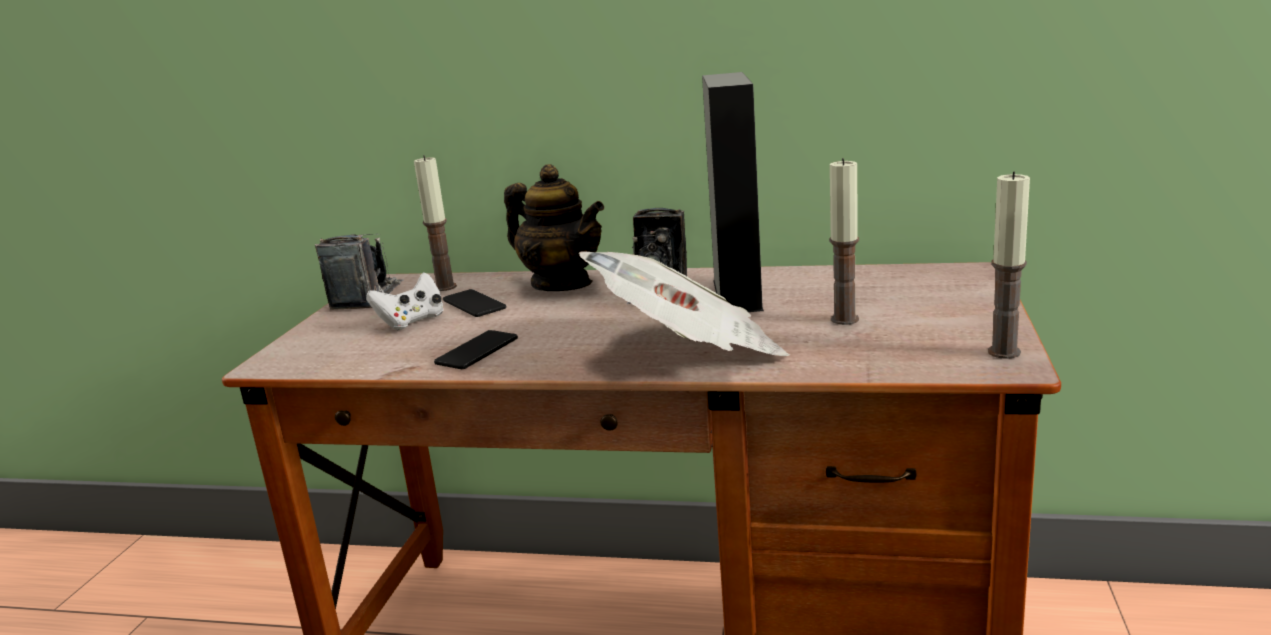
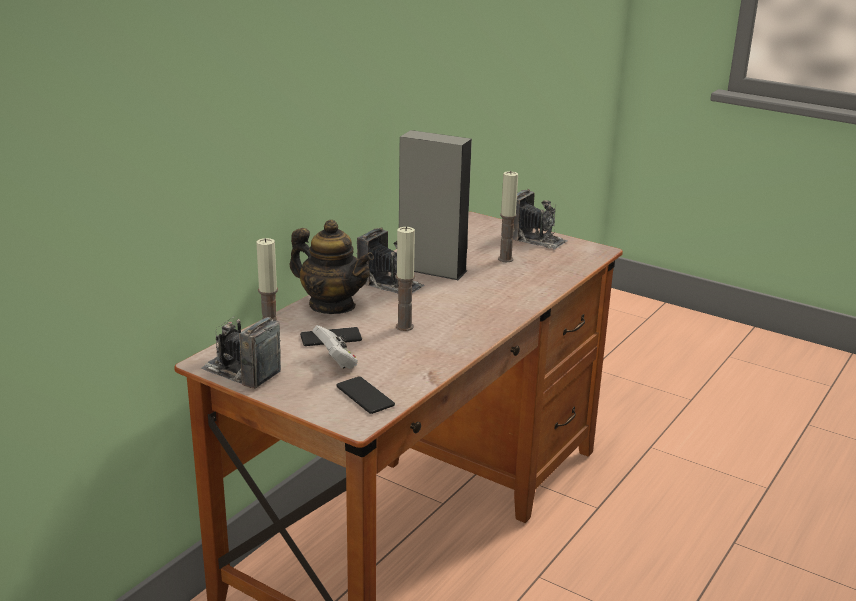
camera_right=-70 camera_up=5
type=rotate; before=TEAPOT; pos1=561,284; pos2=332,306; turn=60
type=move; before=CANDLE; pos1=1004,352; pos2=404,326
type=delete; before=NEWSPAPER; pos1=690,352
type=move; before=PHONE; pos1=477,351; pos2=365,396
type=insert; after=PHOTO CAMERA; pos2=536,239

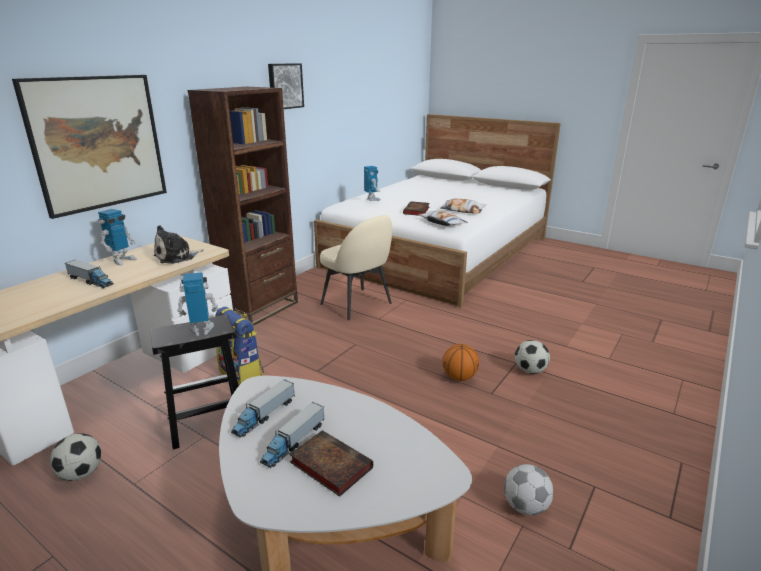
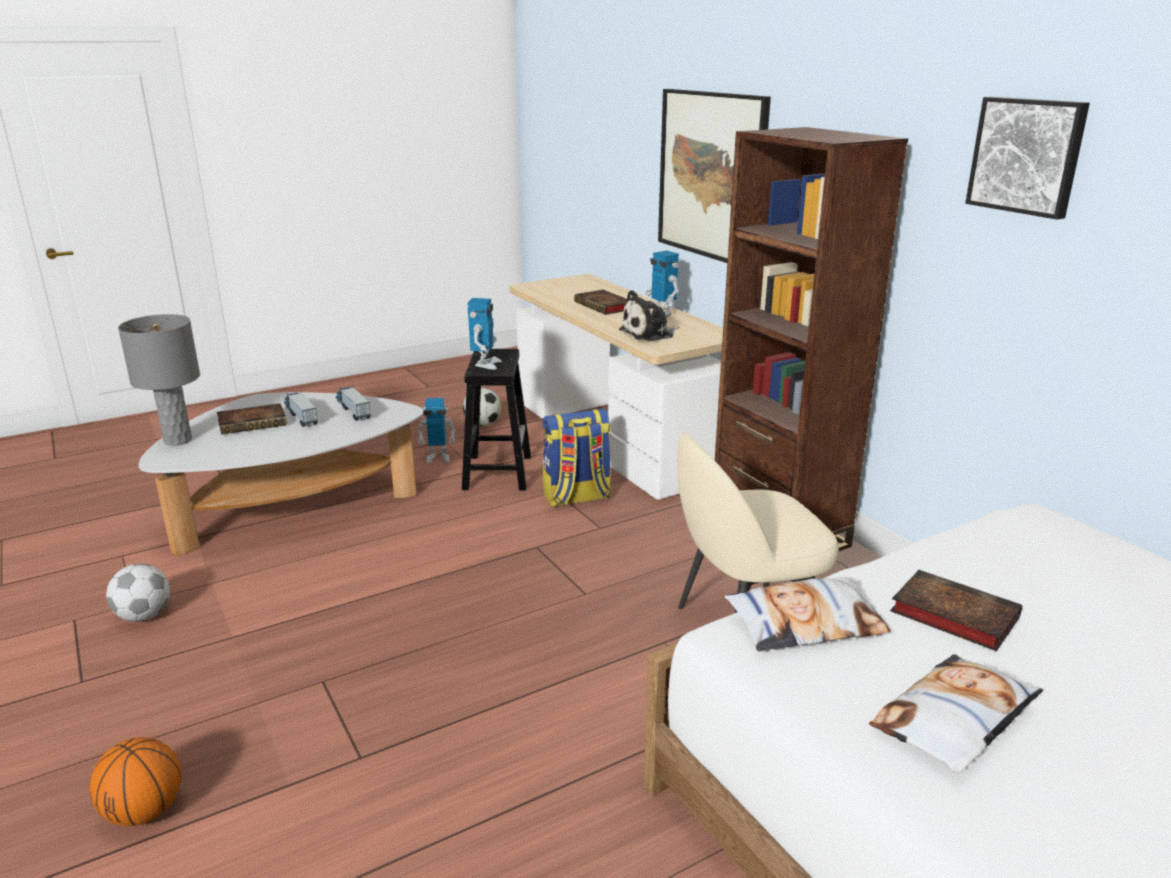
camera_right=115 camera_up=0
type=move; before=TOY ROBOT; pos1=372,199; pos2=438,457
type=rotate; before=PLUSH TOY; pos1=177,257; pos2=649,334; turn=-105
type=replace; before=TOY TRUCK; after=BOOK; pos1=91,281; pos2=605,306
type=delete; before=FOOTBALL; pos1=530,370
type=move; before=BASKETBALL; pos1=459,377; pos2=144,812
type=insert; after=GREY TABLE LAMP; pos2=178,440

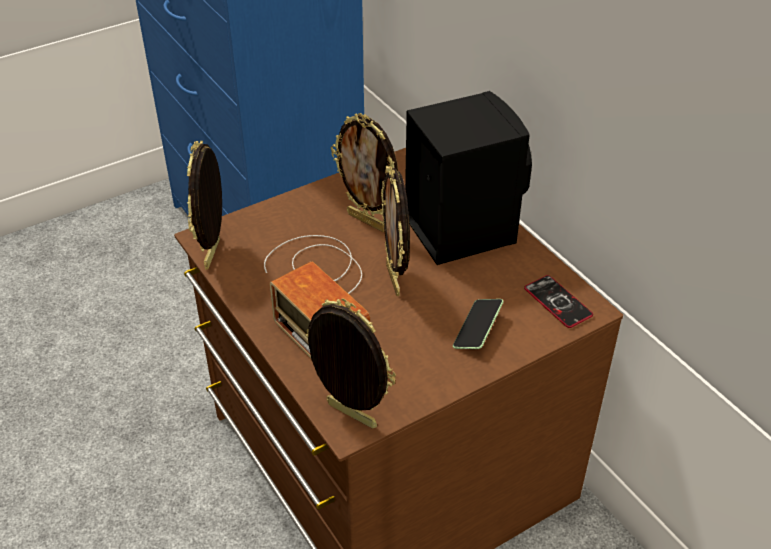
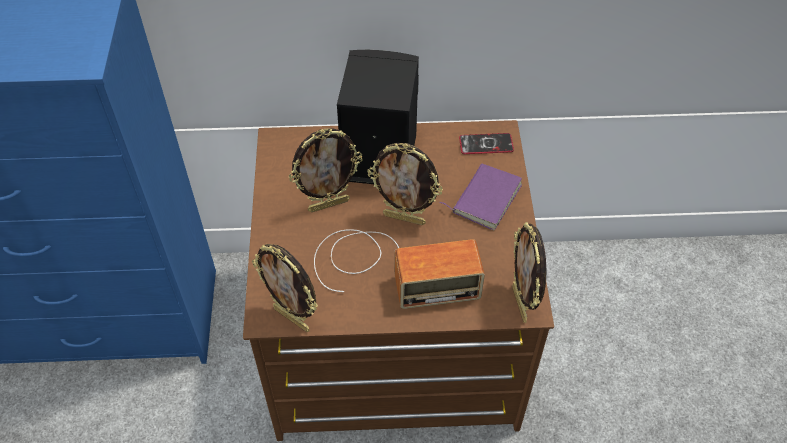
camera_right=-60 camera_up=10
type=rotate; before=PICTURE FRAME; pos1=349,416; pos2=521,304; turn=-75
type=replace; before=PHONE; after=PURPLE BOOK; pos1=477,330; pos2=485,198

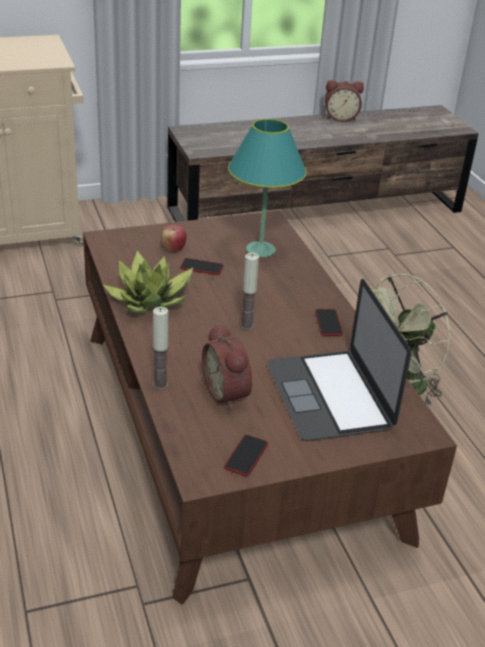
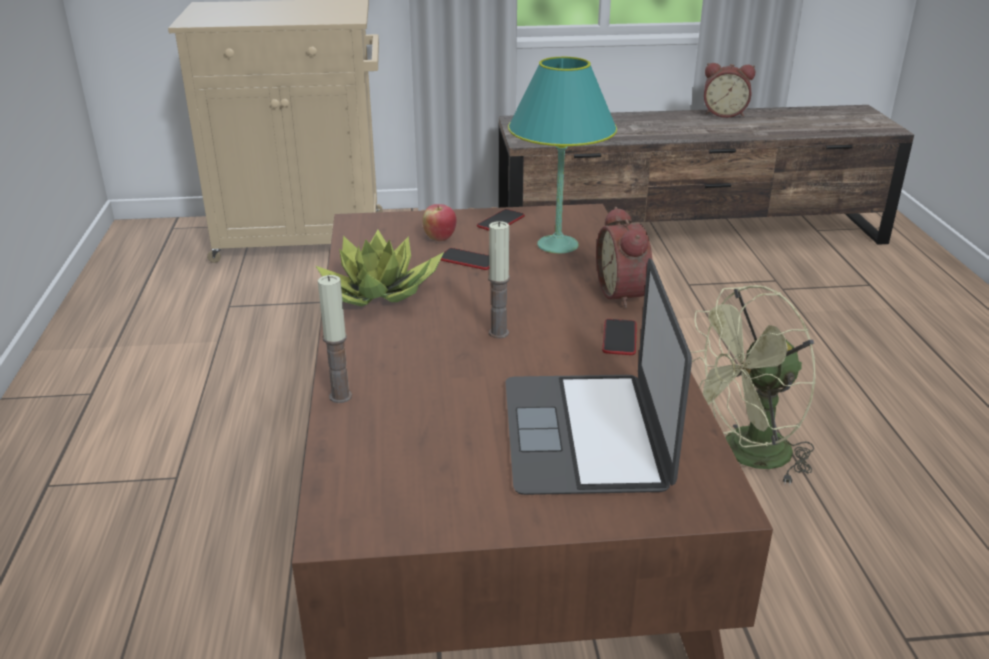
camera_right=15 camera_up=-5
type=move; before=ALARM CLOCK; pos1=229,392; pos2=625,293
type=move; before=PHONE; pos1=246,456; pos2=500,222

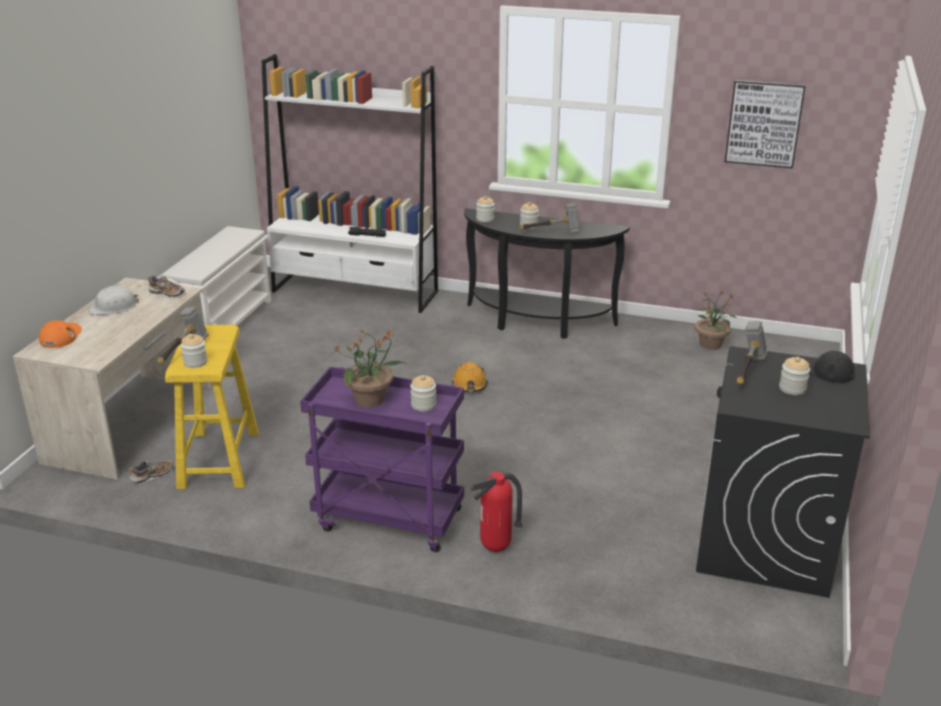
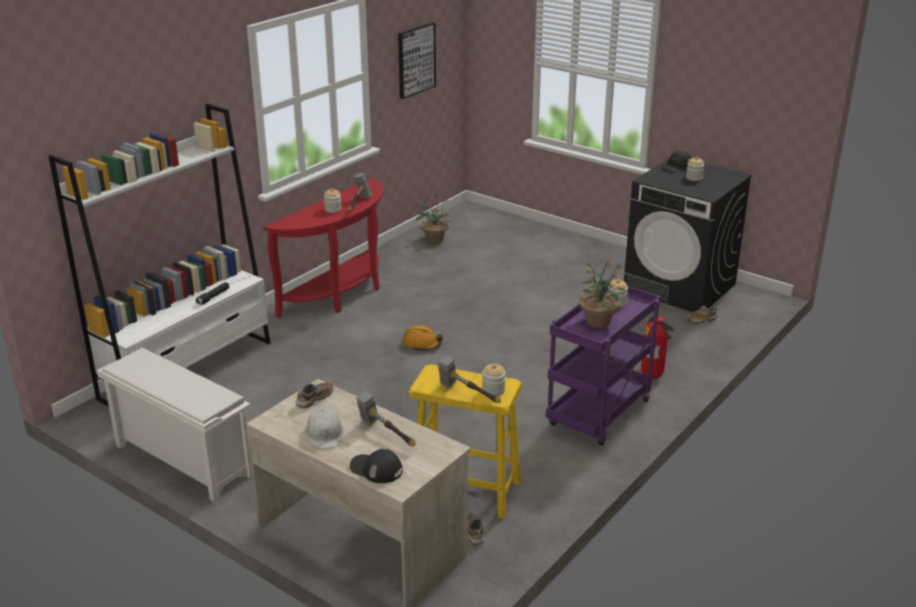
camera_right=-70 camera_up=0
type=delete; before=JAR; pos1=485,219
type=recolor; before=BLACK CONSOLE TABLE; after=RED CONSOLE TABLE; pos1=536,323; pos2=341,294
type=recolor; before=ORANGE CAP; after=BLACK CAP; pos1=61,336; pos2=376,469
type=move; before=HAMMER; pos1=748,371; pos2=386,435
type=insert; after=SHOE; pos2=701,320

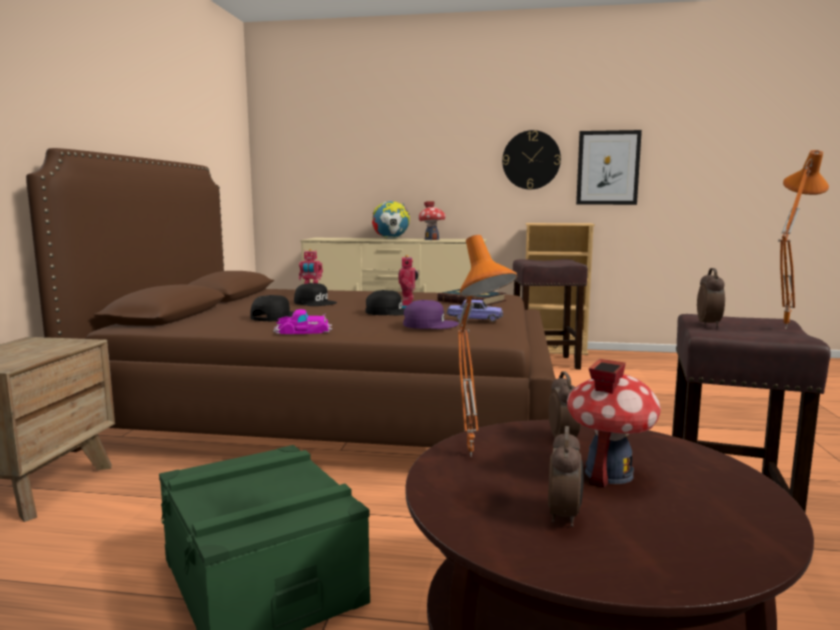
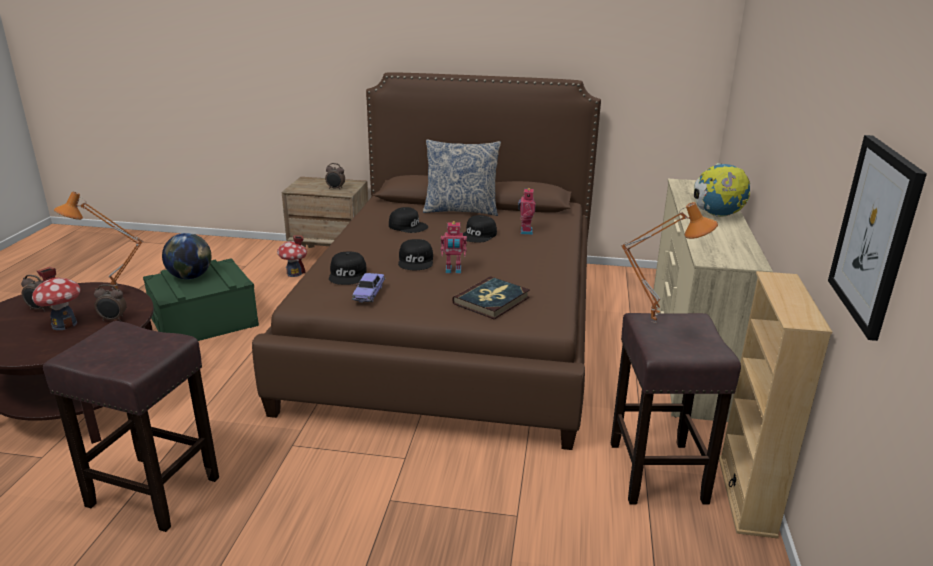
camera_right=90 camera_up=15
type=delete; before=WALL CLOCK; pos1=531,160
type=move; before=ORANGE TABLE LAMP; pos1=782,328; pos2=655,321
type=move; before=TOY HOUSE; pos1=432,239; pos2=294,273
type=move; before=ALARM CLOCK; pos1=709,324; pos2=335,189
type=recolor; before=PURPLE CAP; after=BLACK CAP; pos1=429,324; pos2=348,275
type=delete; before=TOY CAR; pos1=303,331
type=insert; after=PILLOW; pos2=461,210
type=insert; after=GLOBE; pos2=190,277

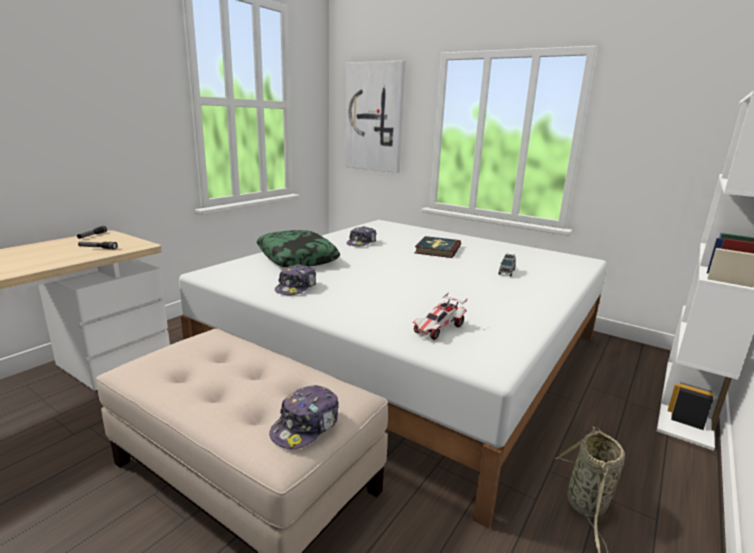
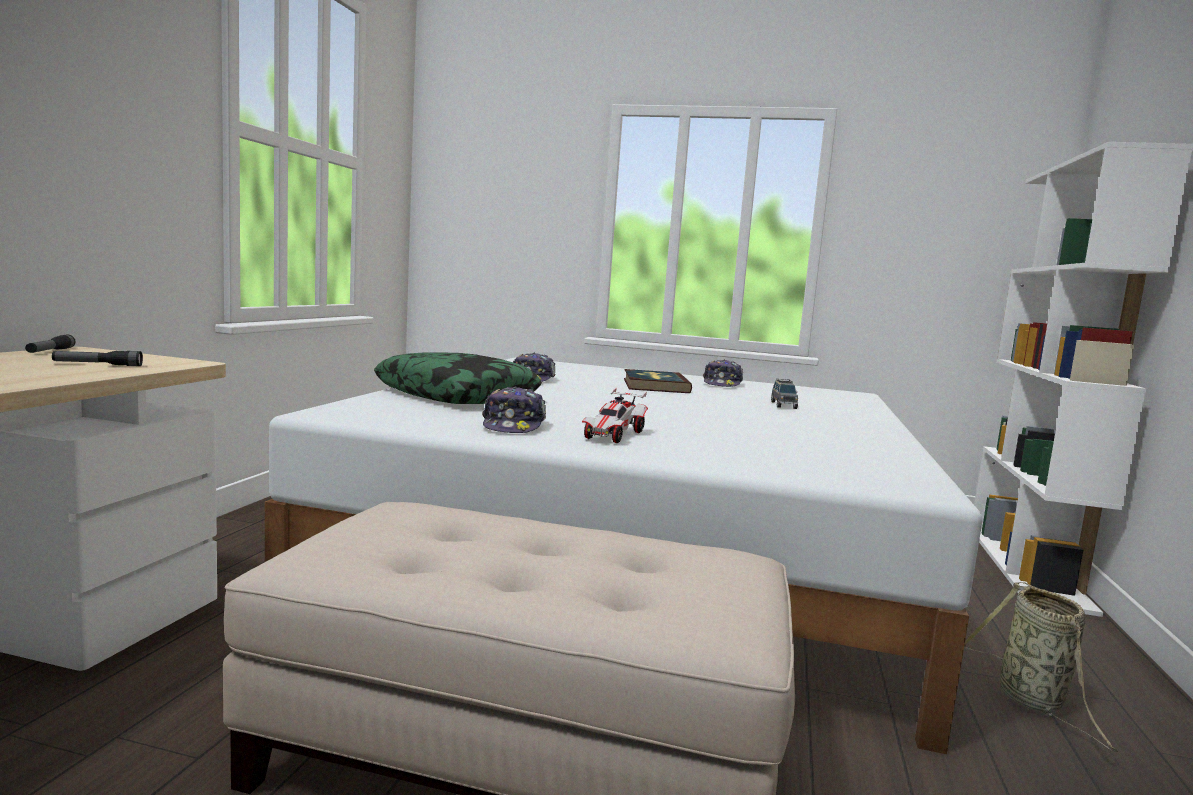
camera_right=-20 camera_up=-10
type=delete; before=PICTURE; pos1=374,117
type=move; before=TOY CAR; pos1=438,329; pos2=614,435
type=move; before=CAP; pos1=306,426; pos2=722,384

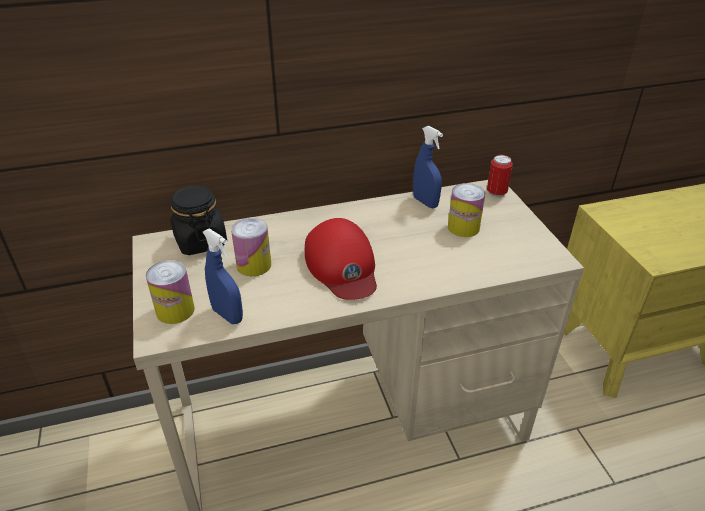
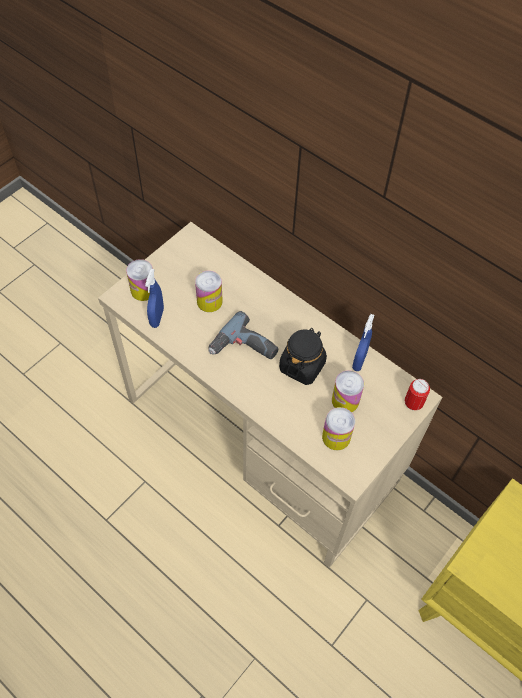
camera_right=55 camera_up=20
type=move; before=BLACK JAR; pos1=200,241; pos2=302,366
type=replace; before=RED CAP; after=POWER DRILL; pos1=342,266; pos2=244,349
type=insert; after=CAN; pos2=336,437

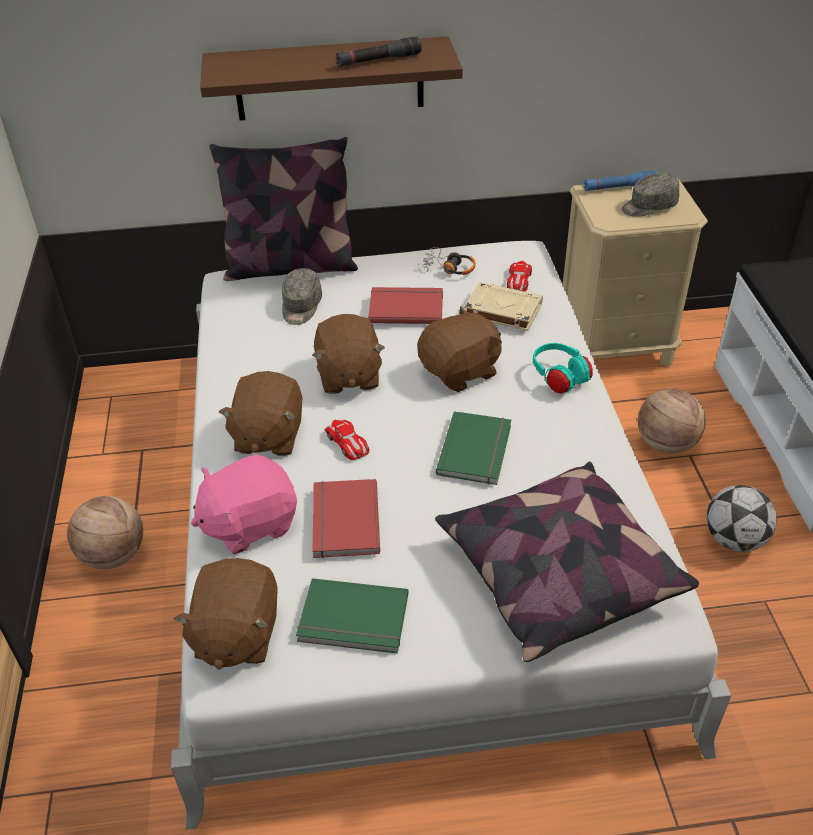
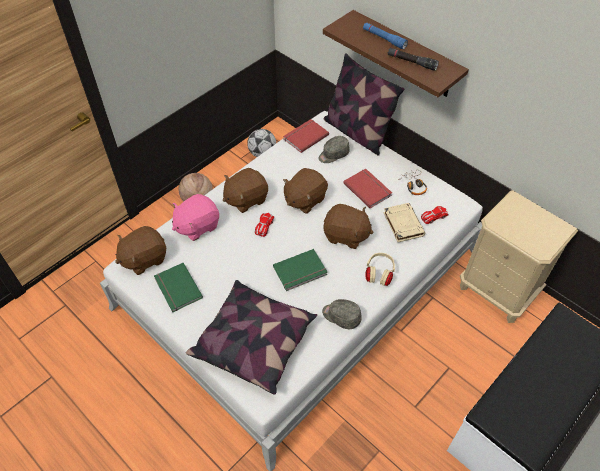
camera_right=50 camera_up=10
type=move; before=BLUE FLASHLIGHT; pos1=619,188; pos2=384,39
type=move; before=GREY CAP; pos1=648,206; pos2=341,316
type=recolor; before=TURQUOISE HEADPHONES; after=BEIGE HEADPHONES; pos1=559,379; pos2=379,274
type=delete; before=BASKETBALL; pos1=665,444
type=rotate; before=PINK PLUSH TOY; pos1=249,523; pos2=197,226; turn=-60
type=move; before=RED BOOK; pos1=342,521; pos2=305,136
type=move; before=FOOTBALL; pos1=734,539; pos2=262,153

